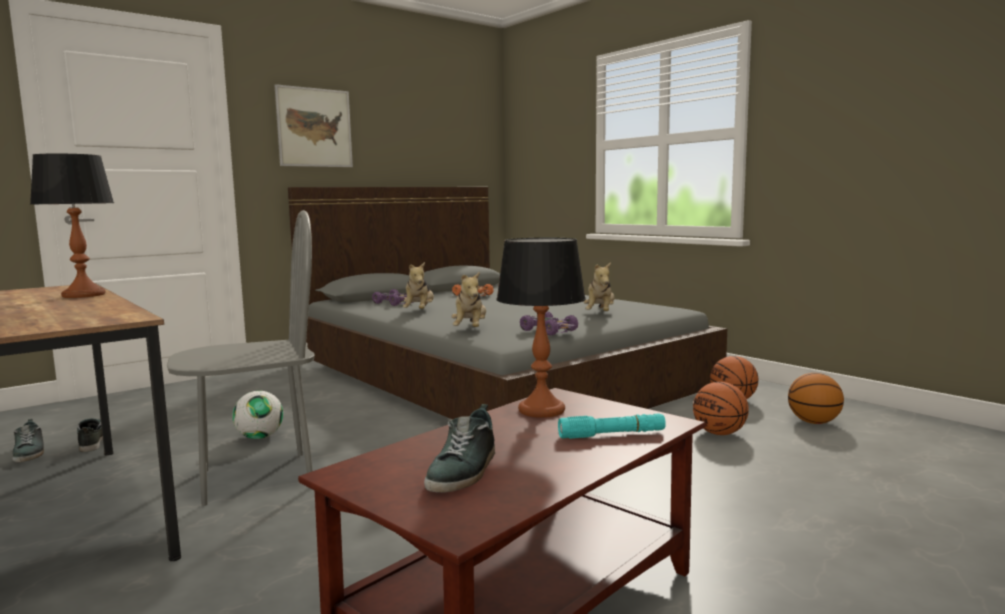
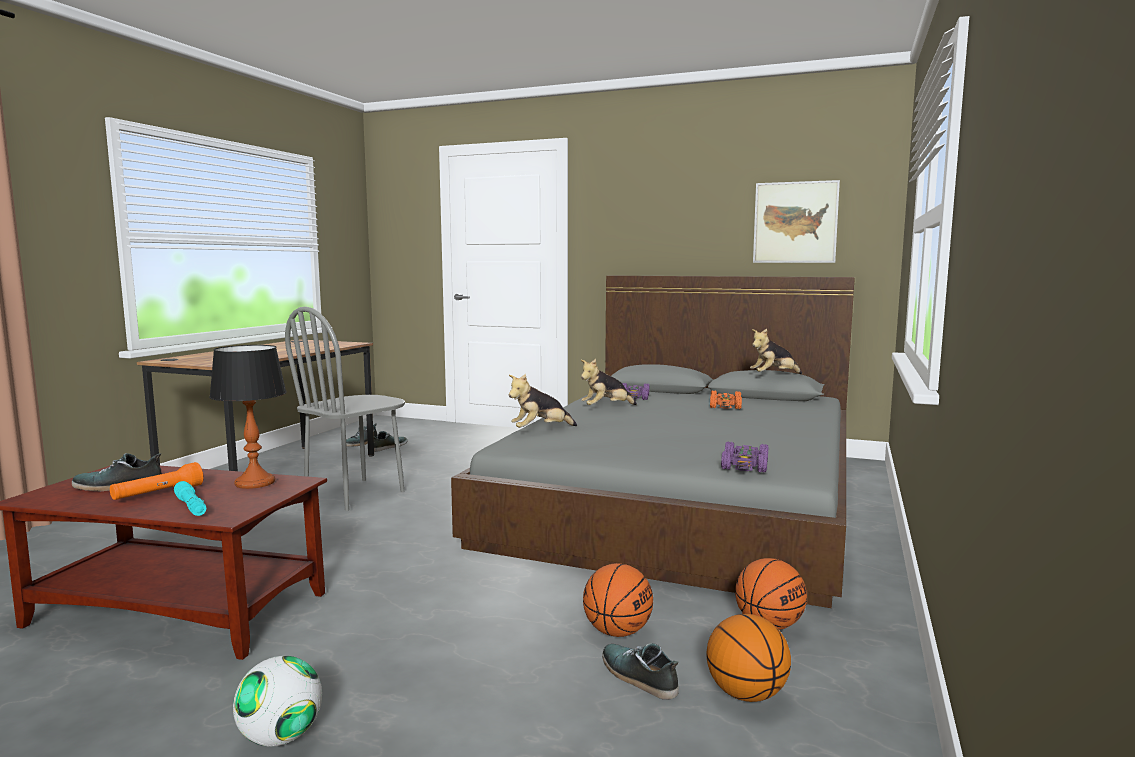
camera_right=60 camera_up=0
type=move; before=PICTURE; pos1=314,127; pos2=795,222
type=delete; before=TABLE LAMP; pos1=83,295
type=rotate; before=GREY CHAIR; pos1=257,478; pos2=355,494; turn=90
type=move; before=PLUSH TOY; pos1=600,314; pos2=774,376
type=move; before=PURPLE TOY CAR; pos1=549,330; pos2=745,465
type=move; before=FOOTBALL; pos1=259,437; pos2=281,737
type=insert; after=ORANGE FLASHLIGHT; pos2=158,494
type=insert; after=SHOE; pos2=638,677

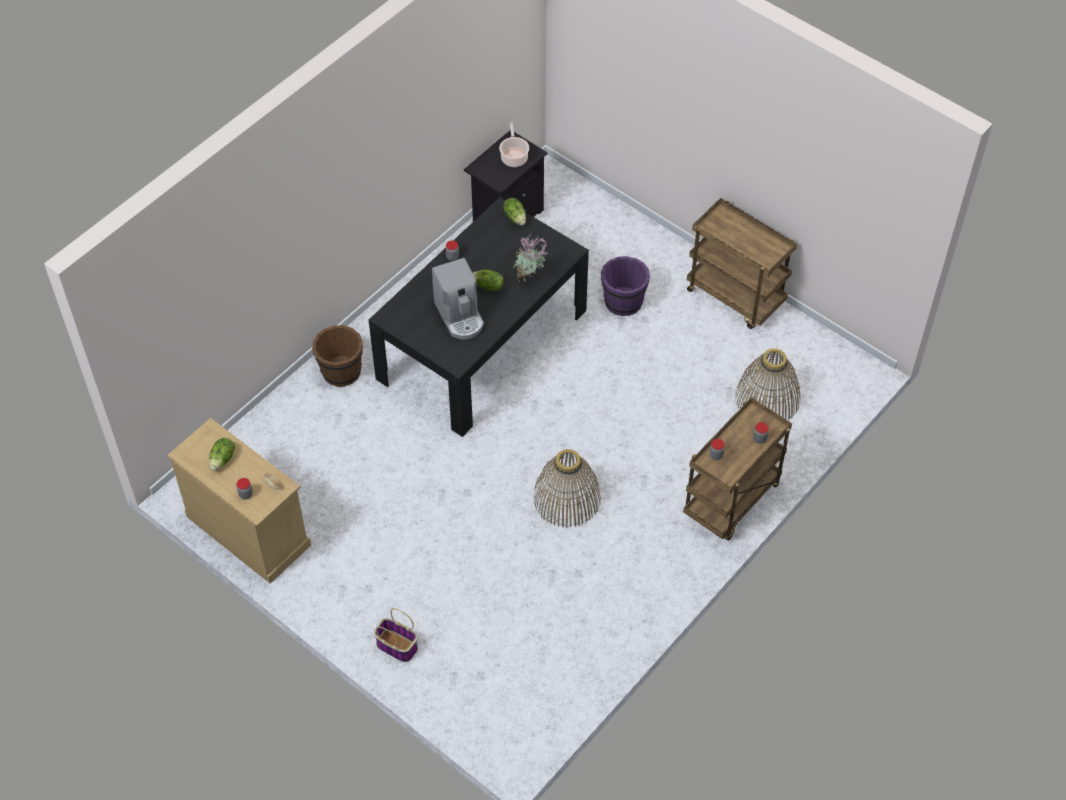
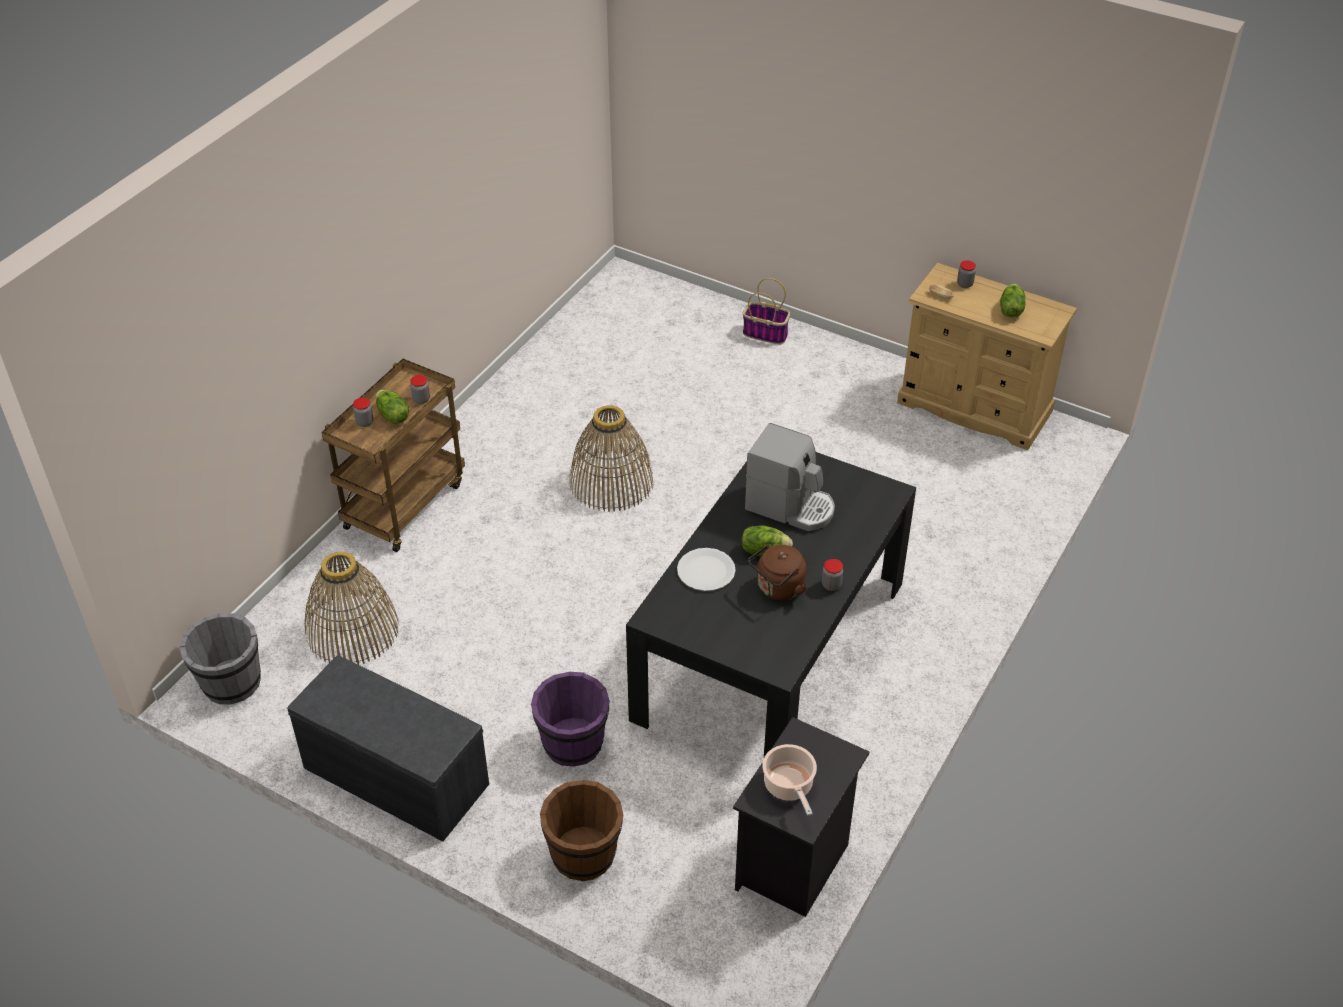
camera_right=170 camera_up=-10
type=move; before=LETTUCE; pos1=515,217; pos2=392,416
type=replace; before=BROWN CART; after=GREY BENCH; pos1=736,297; pos2=393,776
type=replace; before=POTTED PLANT; after=WHITE PLATE; pos1=530,277; pos2=706,571
type=rotate; before=COFFEE MACHINE; pos1=460,316; pos2=791,506; turn=150
type=move; before=BROWN BUCKET; pos1=341,371; pos2=584,855
type=insert; after=BROWN KETTLE; pos2=778,589
type=insert; after=GREY BUCKET; pos2=231,683

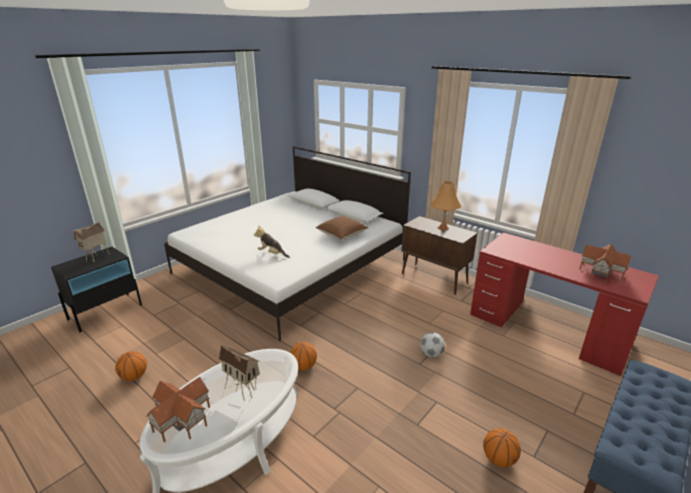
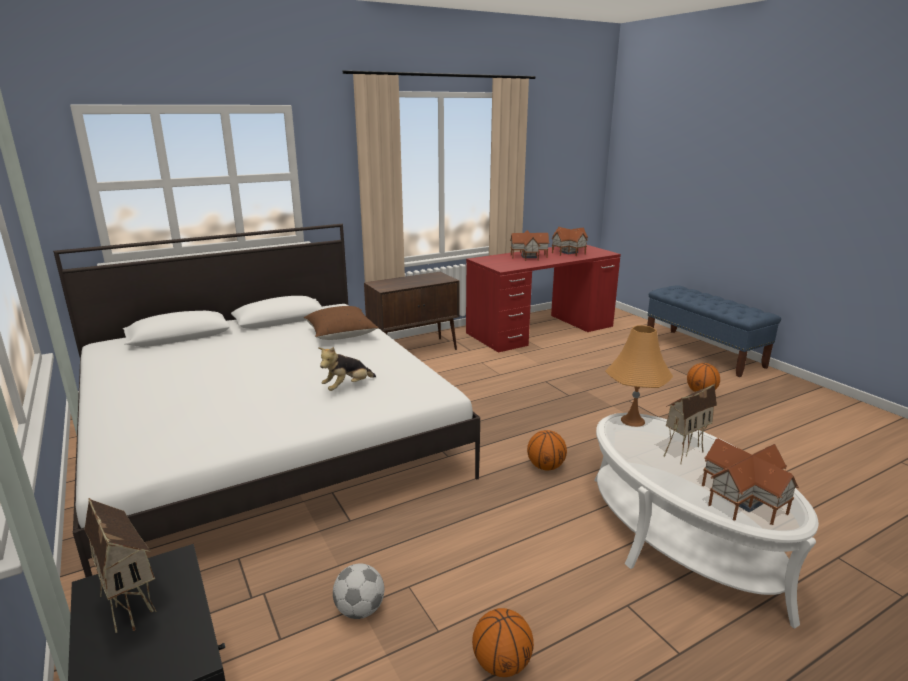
camera_right=-70 camera_up=-5
type=move; before=ORANGE TABLE LAMP; pos1=443,228; pos2=632,420
type=move; before=FOOTBALL; pos1=431,354; pos2=359,610
type=insert; after=TOY HOUSE; pos2=528,256

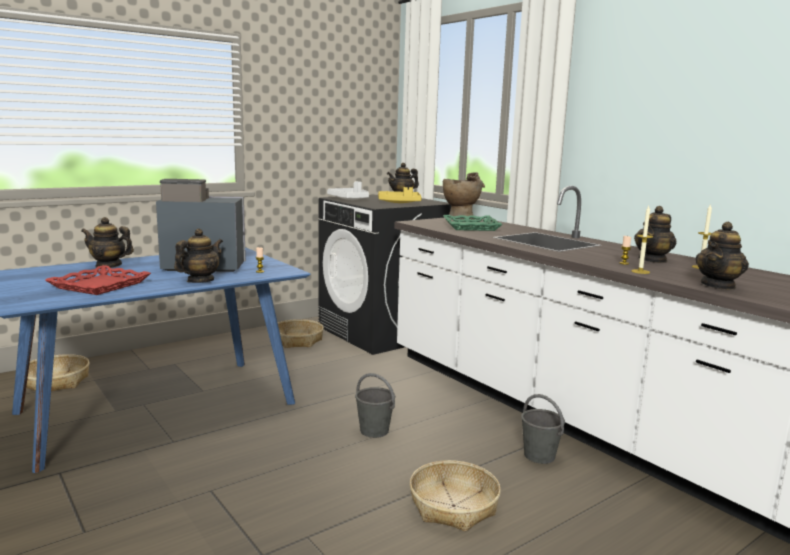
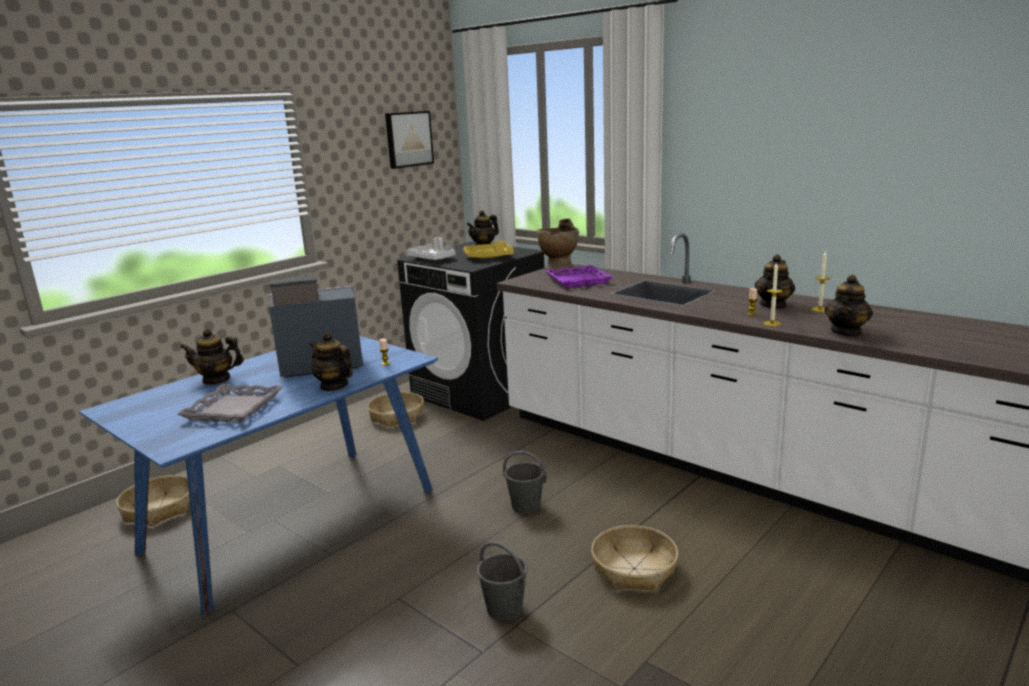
camera_right=-10 camera_up=5
type=recolor; before=GREEN TRAY; after=PURPLE TRAY; pos1=470,227; pos2=577,281
type=rotate; before=TEAPOT; pos1=200,281; pos2=334,386; turn=-75
type=recolor; before=RED TRAY; after=GREY TRAY; pos1=100,285; pos2=234,409
type=move; before=GREY BUCKET; pos1=540,456; pos2=505,609
type=insert; after=PICTURE; pos2=408,139

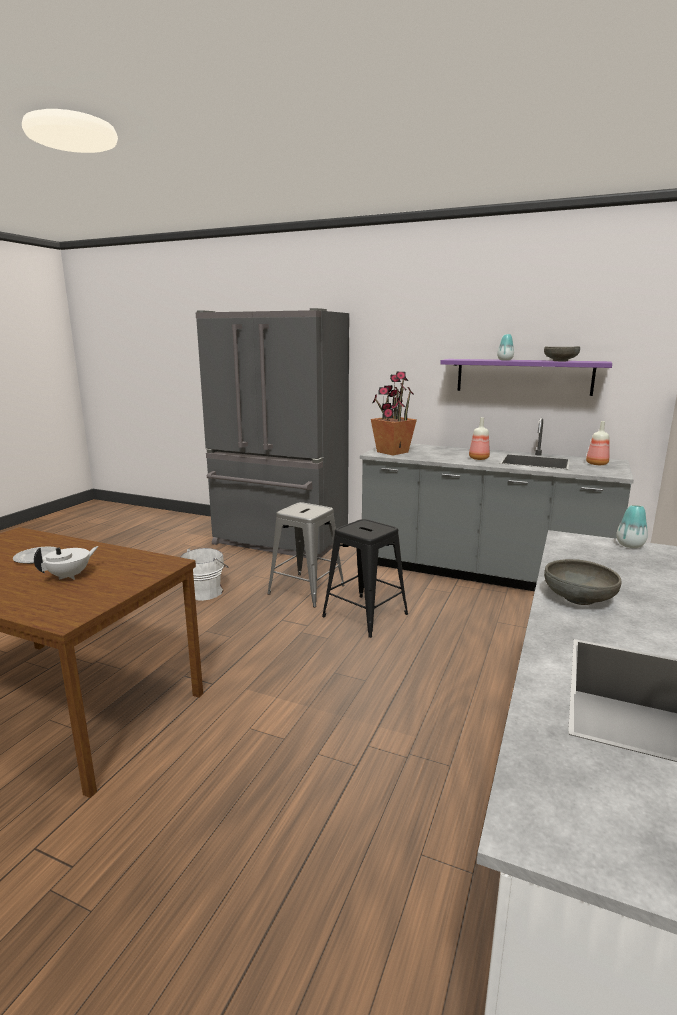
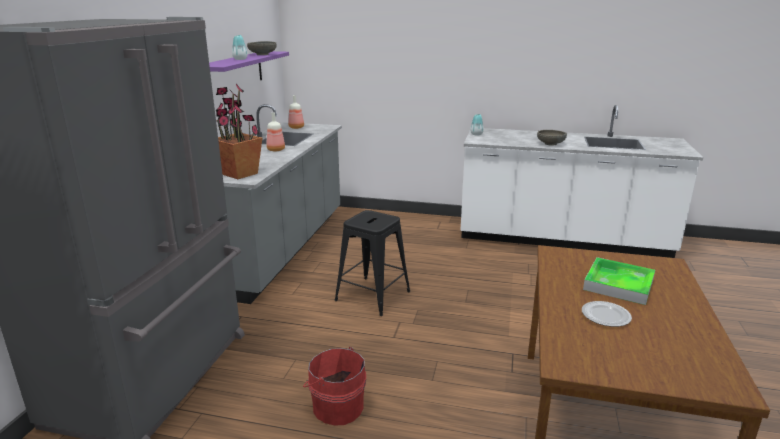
camera_right=-100 camera_up=5
type=delete; before=GREY STOOL; pos1=306,589
type=replace; before=WHITE TEAPOT; after=TRAY; pos1=70,576; pos2=618,284
type=recolor; before=WHITE BUCKET; after=RED BUCKET; pos1=206,591; pos2=336,406

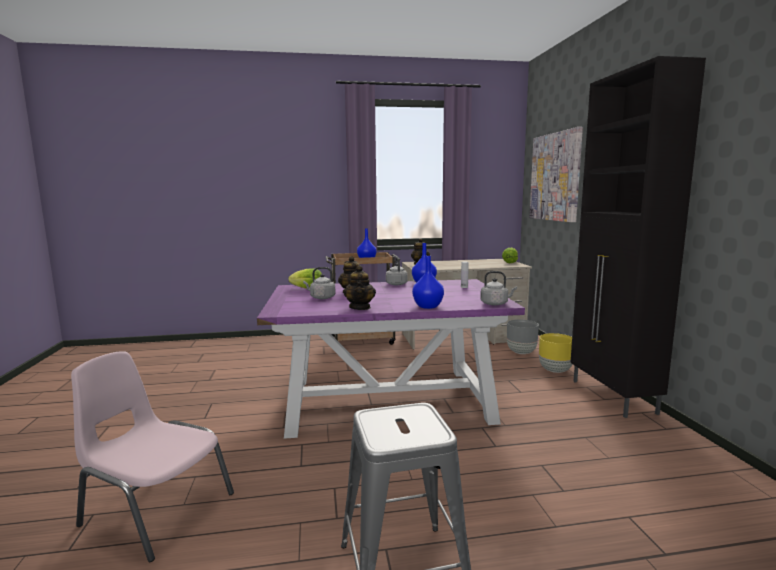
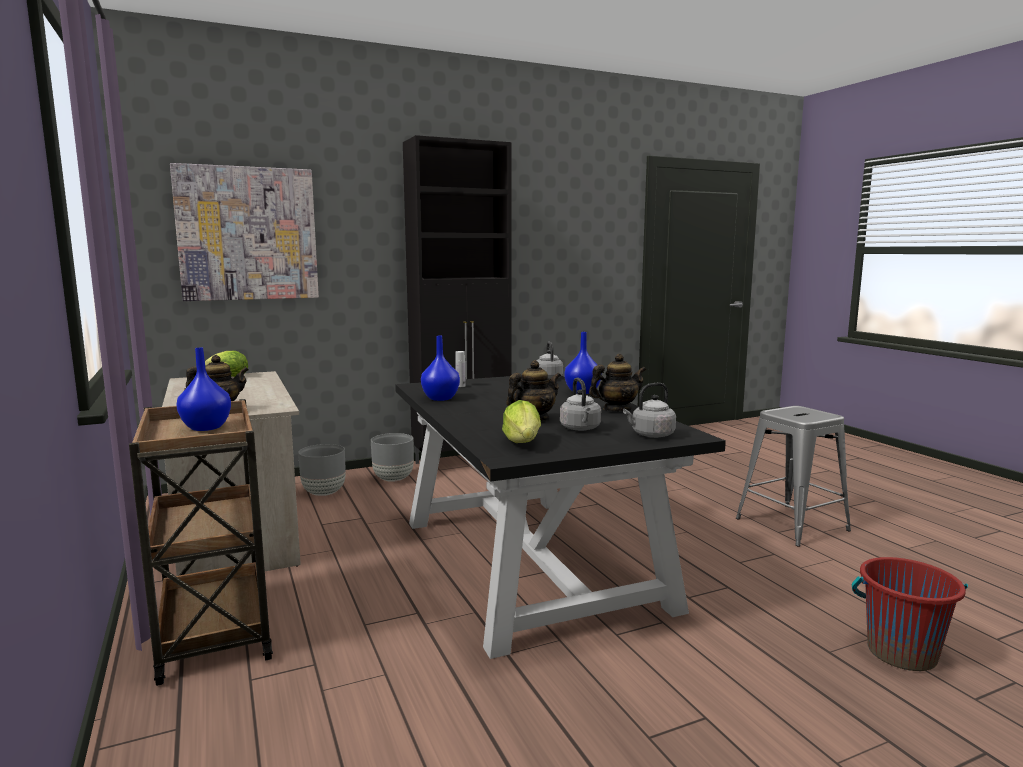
camera_right=-105 camera_up=0
type=move; before=GREY KETTLE; pos1=396,284; pos2=650,435
type=recolor; before=PURPLE DINING TABLE; after=BLACK DINING TABLE; pos1=388,400; pos2=528,561
type=recolor; before=YELLOW PLANTER; after=GREY PLANTER; pos1=555,370; pos2=394,479
type=replace; before=PINK CHAIR; after=RED BUCKET; pos1=156,509; pos2=901,653

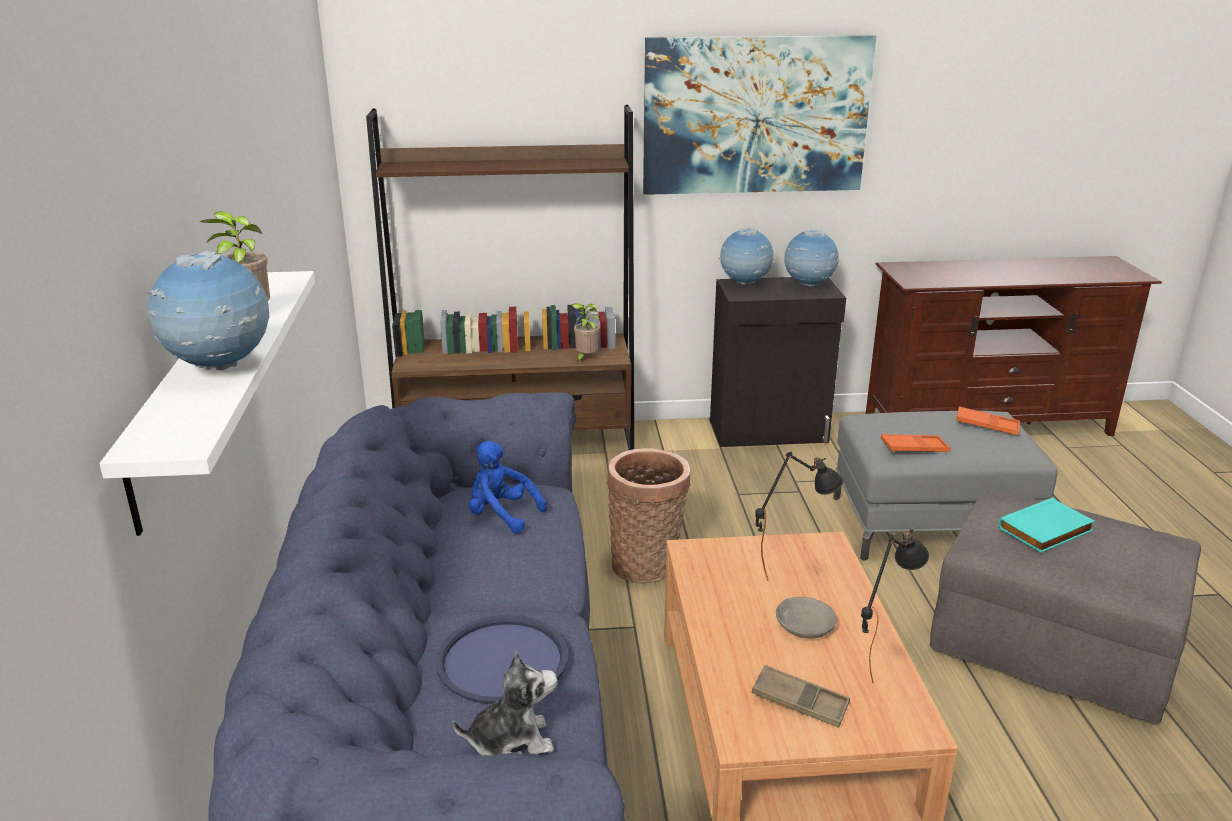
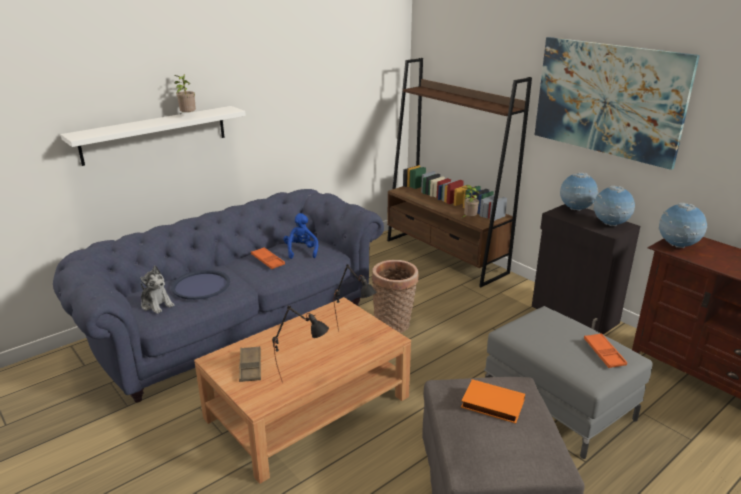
camera_right=55 camera_up=0
type=move; before=GLOBE; pos1=220,368; pos2=677,246
type=move; before=ORANGE TRAY; pos1=914,448; pos2=268,261
type=recolor; before=TURQUOISE BOOK; after=ORANGE BOOK; pos1=1046,531; pos2=491,405
type=delete; before=GREY BOWL; pos1=804,625

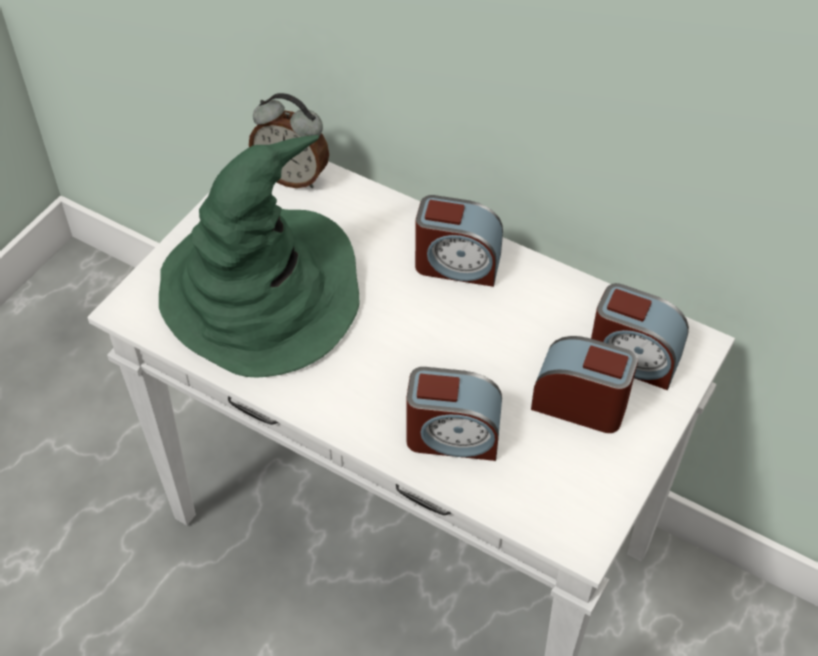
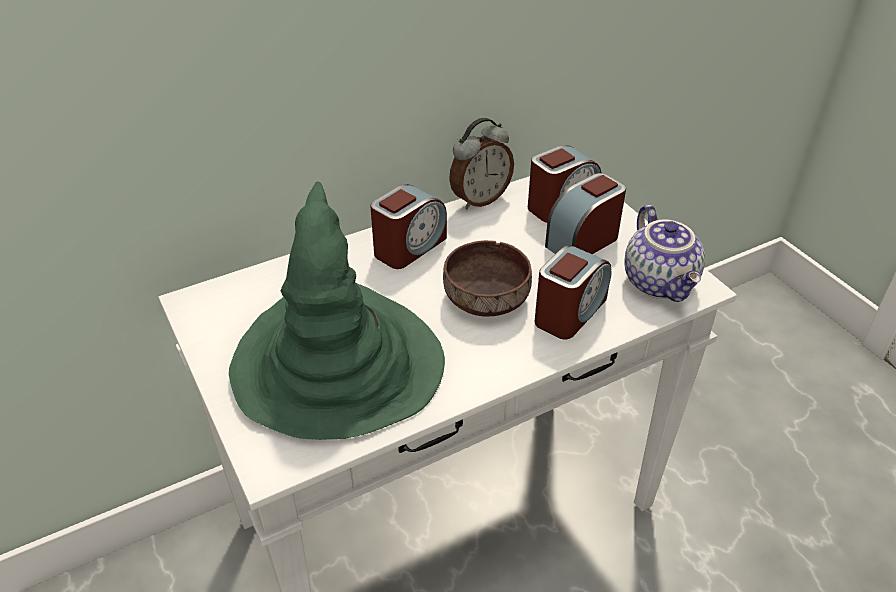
camera_right=-60 camera_up=-10
type=move; before=ALARM CLOCK; pos1=293,176; pos2=479,199
type=insert; after=TEAPOT; pos2=661,283
type=insert; after=BROWN BOWL; pos2=484,298

